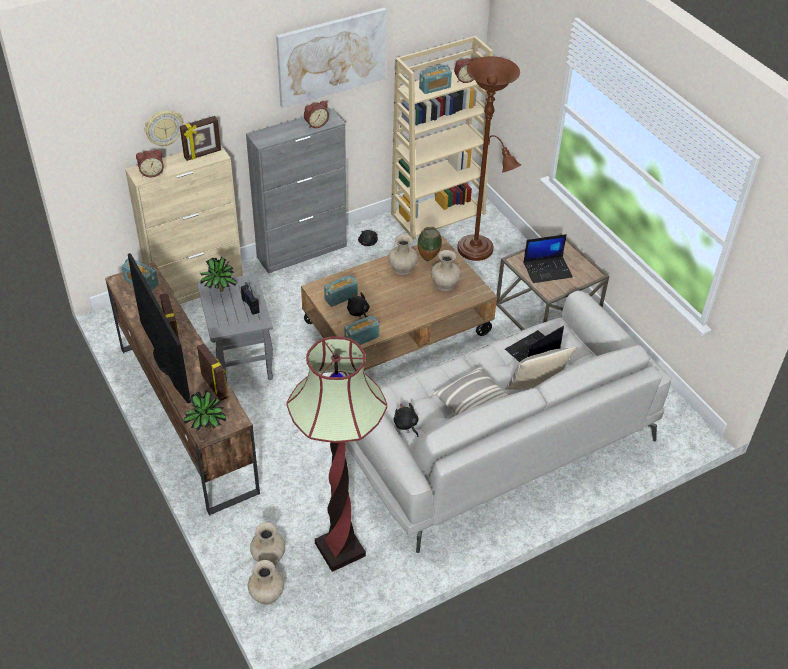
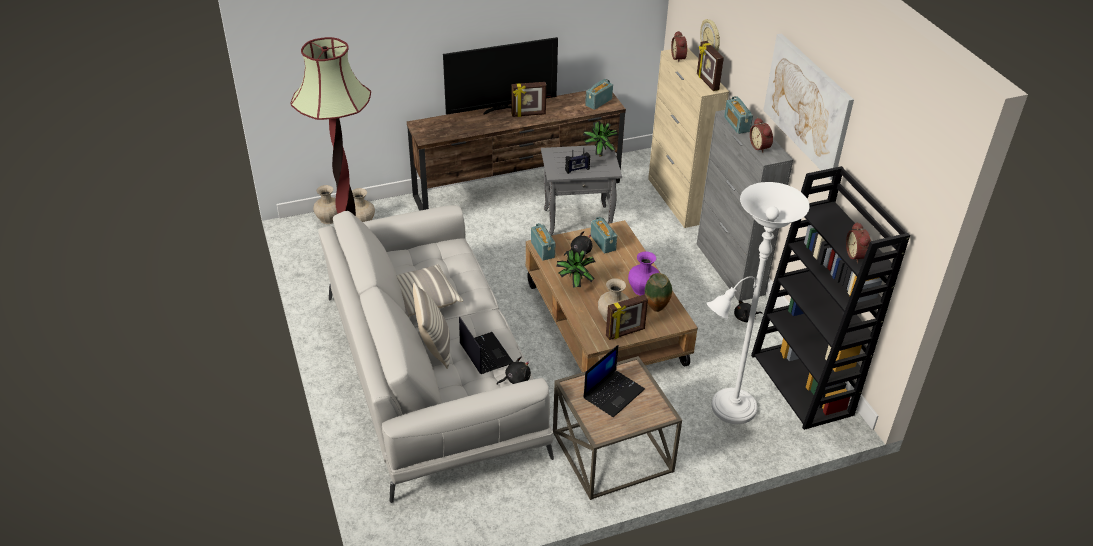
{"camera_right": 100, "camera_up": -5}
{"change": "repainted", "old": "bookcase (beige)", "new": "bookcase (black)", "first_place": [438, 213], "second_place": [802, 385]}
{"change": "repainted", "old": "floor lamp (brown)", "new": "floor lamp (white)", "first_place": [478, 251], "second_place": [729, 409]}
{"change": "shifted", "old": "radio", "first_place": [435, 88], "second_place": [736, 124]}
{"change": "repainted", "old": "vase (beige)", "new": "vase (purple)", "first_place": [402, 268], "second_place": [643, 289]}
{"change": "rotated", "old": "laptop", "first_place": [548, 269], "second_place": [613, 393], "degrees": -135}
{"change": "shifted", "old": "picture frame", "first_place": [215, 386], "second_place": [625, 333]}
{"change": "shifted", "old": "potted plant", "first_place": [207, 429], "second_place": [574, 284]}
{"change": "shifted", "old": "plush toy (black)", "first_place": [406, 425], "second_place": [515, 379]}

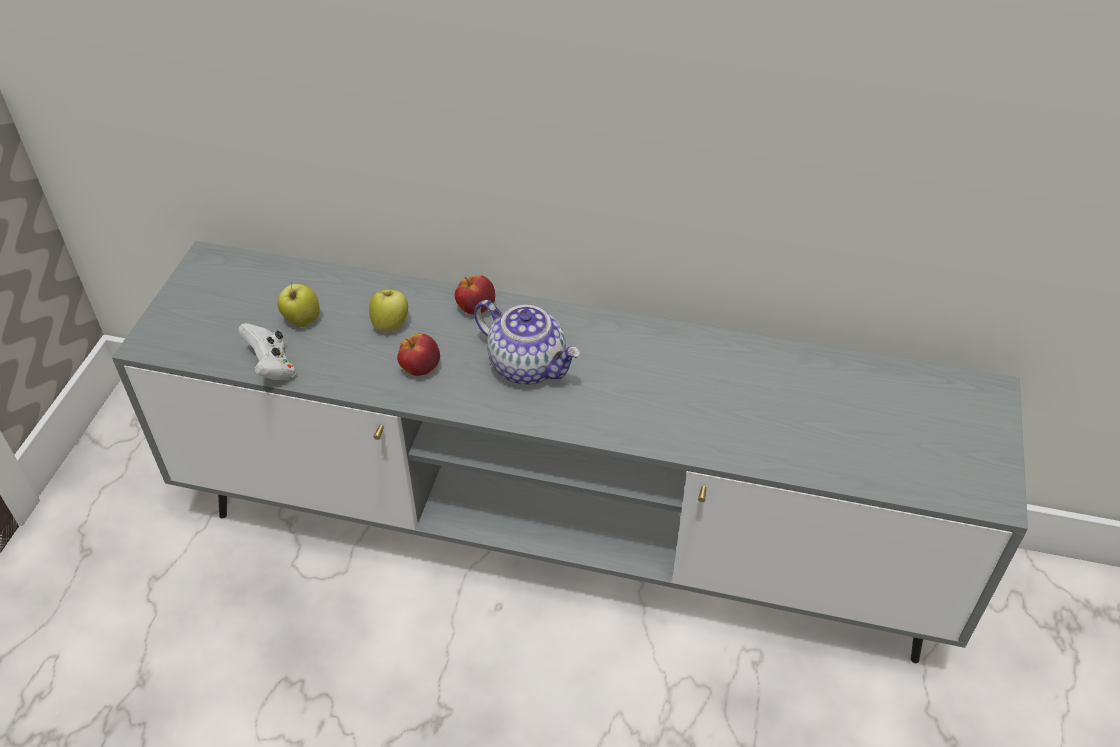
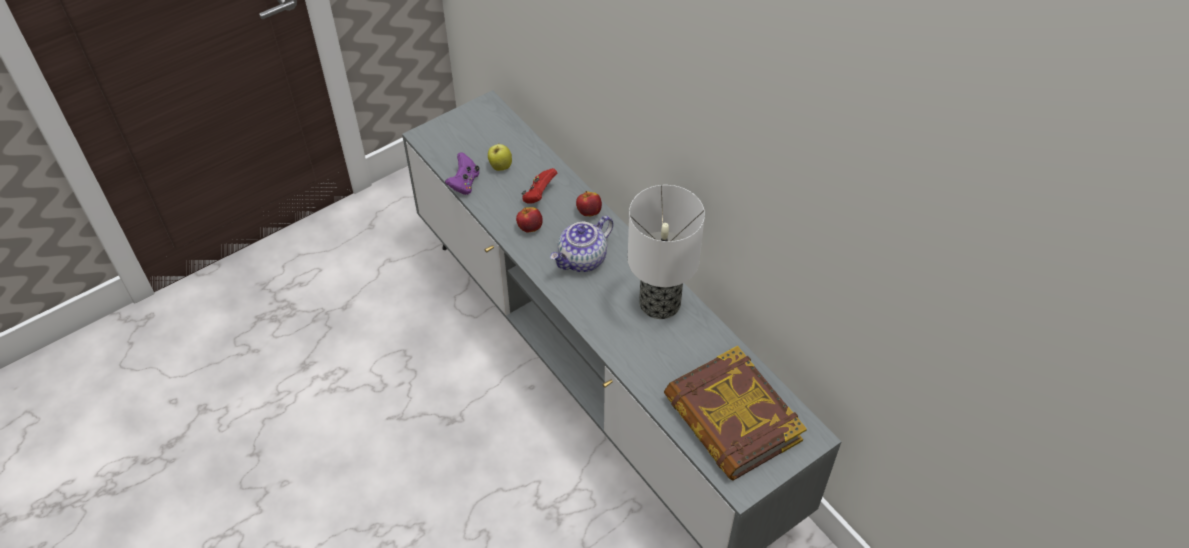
{"camera_right": 40, "camera_up": 5}
{"change": "swapped", "old": "apple", "new": "game controller (red)", "first_place": [391, 325], "second_place": [539, 195]}
{"change": "rotated", "old": "teapot", "first_place": [528, 365], "second_place": [582, 259], "degrees": 60}
{"change": "repainted", "old": "game controller (white)", "new": "game controller (purple)", "first_place": [272, 367], "second_place": [464, 183]}
{"change": "new", "new": "table lamp", "second_place": [659, 304]}
{"change": "new", "new": "book", "second_place": [731, 419]}

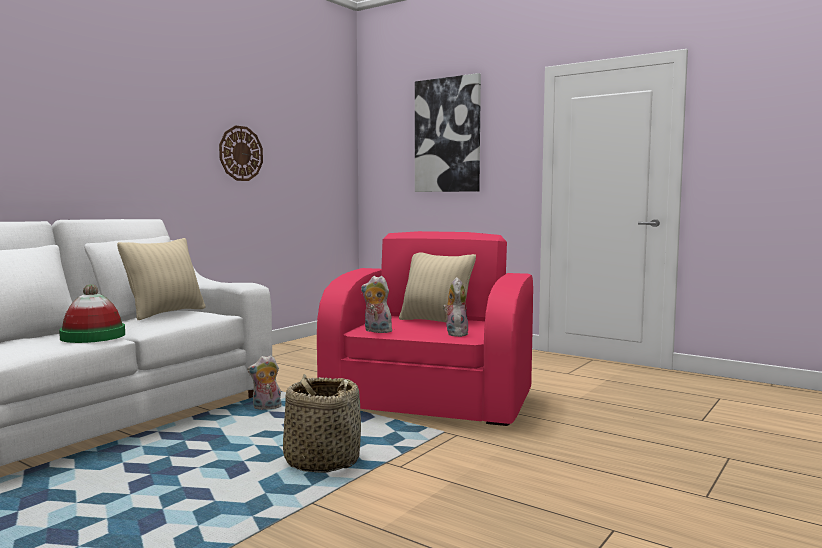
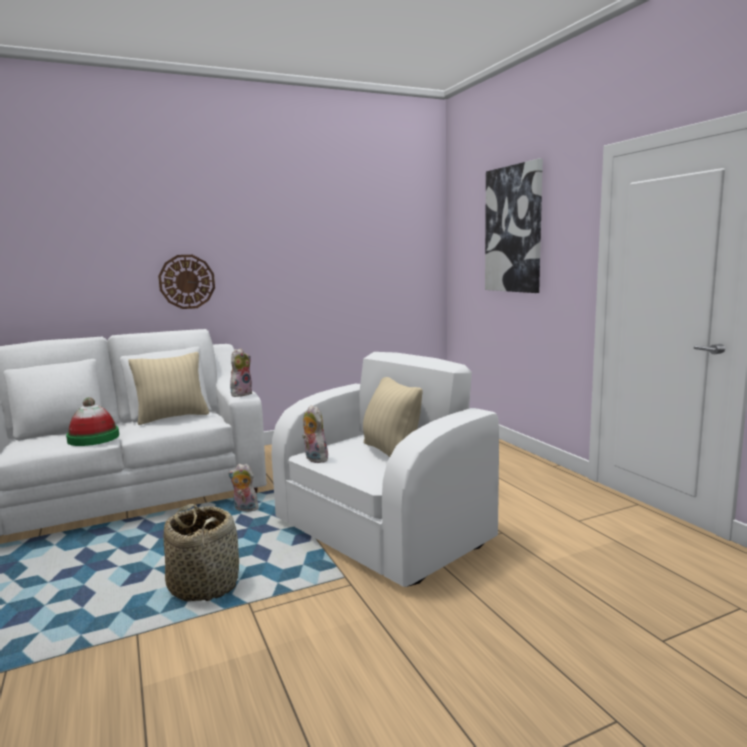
{"camera_right": 30, "camera_up": 5}
{"change": "shifted", "old": "wall clock", "first_place": [241, 153], "second_place": [187, 281]}
{"change": "repainted", "old": "armchair (pink)", "new": "armchair (white)", "first_place": [430, 401], "second_place": [383, 531]}
{"change": "shifted", "old": "plush toy", "first_place": [455, 333], "second_place": [241, 394]}

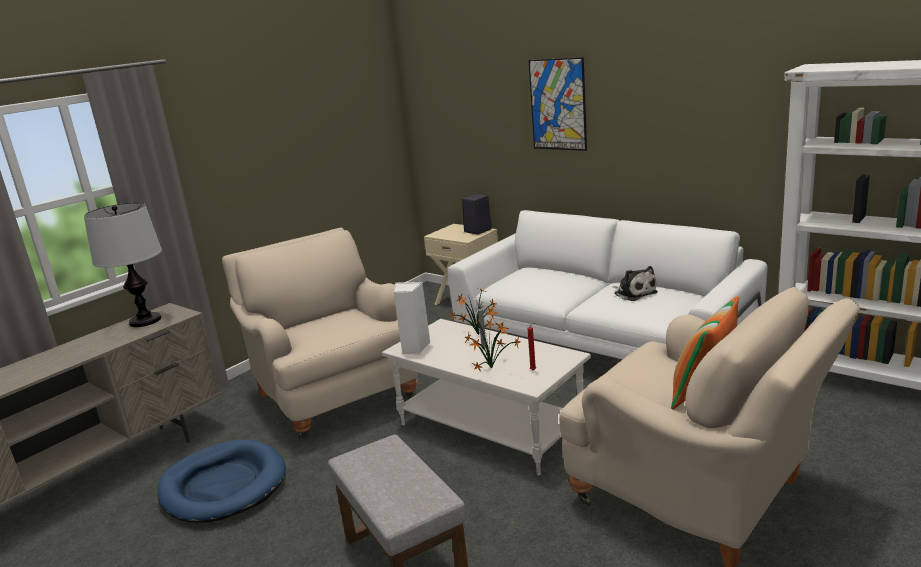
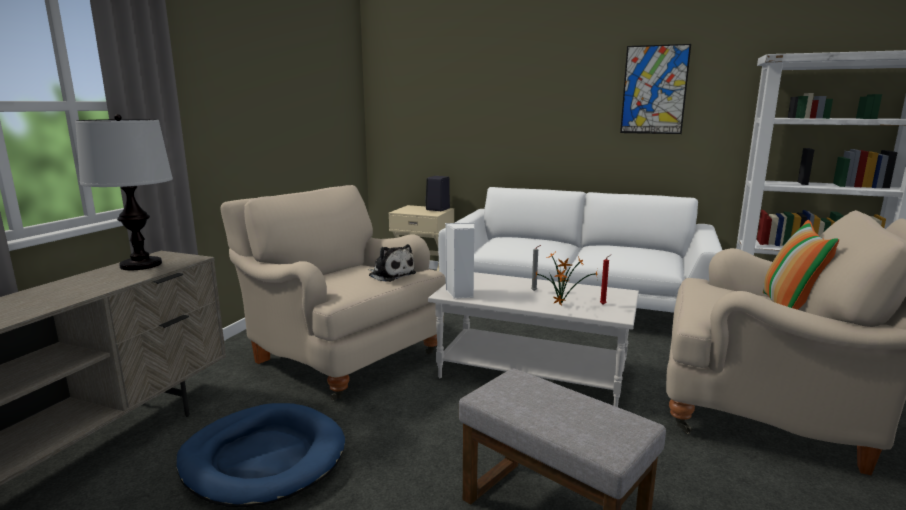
{"camera_right": -20, "camera_up": -5}
{"change": "shifted", "old": "picture", "first_place": [558, 104], "second_place": [654, 90]}
{"change": "shifted", "old": "plush toy", "first_place": [634, 293], "second_place": [390, 274]}
{"change": "gone", "old": "potted plant", "first_place": [478, 335]}

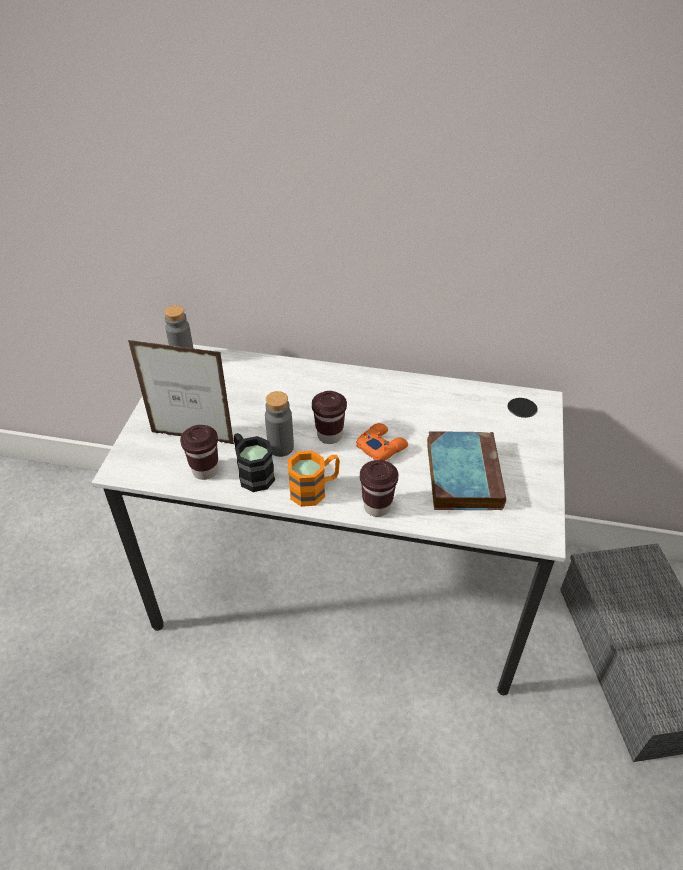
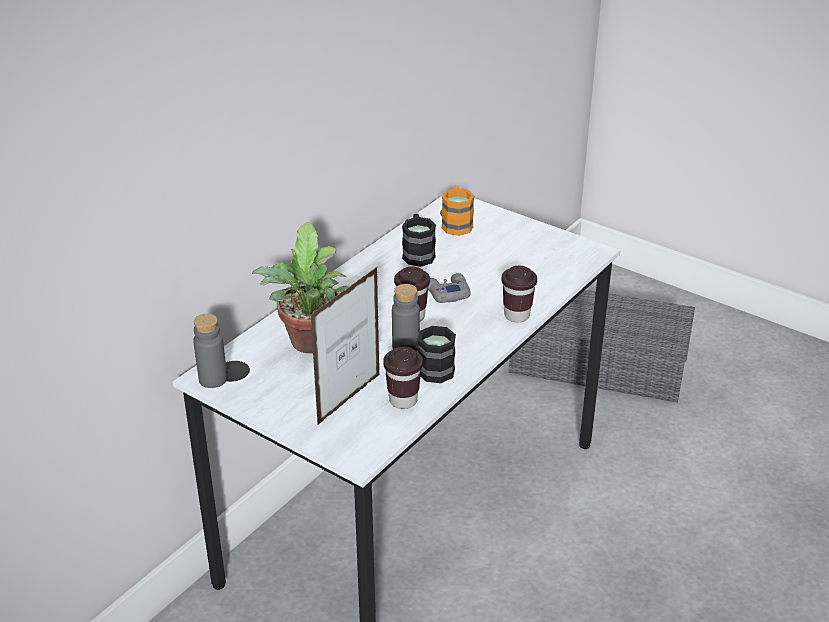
{"camera_right": -65, "camera_up": -10}
{"change": "repainted", "old": "game controller (orange)", "new": "game controller (grey)", "first_place": [381, 446], "second_place": [447, 293]}
{"change": "gone", "old": "book", "first_place": [462, 474]}
{"change": "shifted", "old": "mug (orange)", "first_place": [315, 489], "second_place": [456, 223]}
{"change": "new", "new": "mug (black)", "second_place": [418, 253]}
{"change": "new", "new": "potted plant", "second_place": [310, 345]}

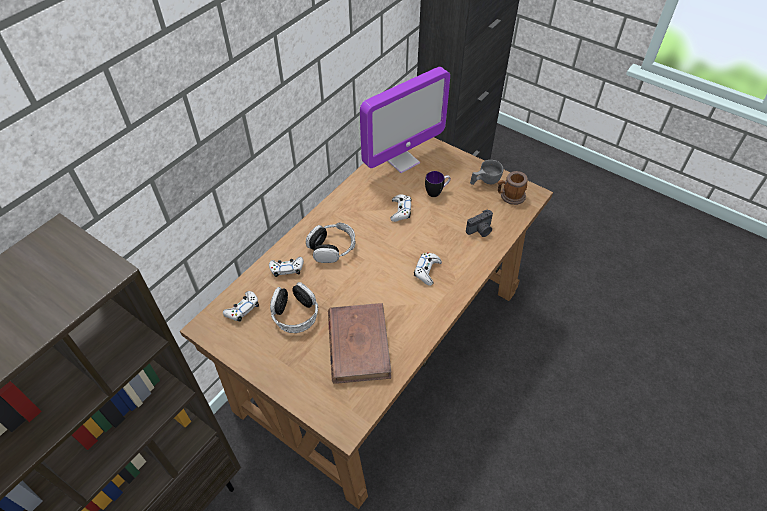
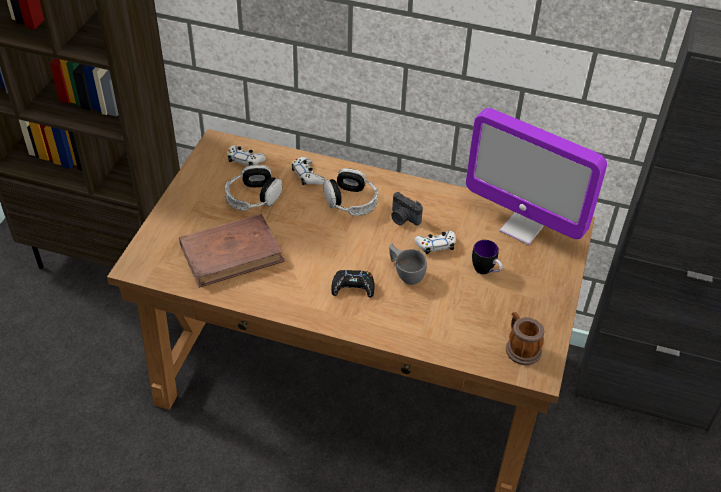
{"camera_right": 70, "camera_up": -5}
{"change": "shifted", "old": "cup (grey)", "first_place": [484, 181], "second_place": [405, 273]}
{"change": "shifted", "old": "photo camera", "first_place": [480, 230], "second_place": [403, 218]}
{"change": "repainted", "old": "game controller (white)", "new": "game controller (black)", "first_place": [427, 271], "second_place": [353, 288]}

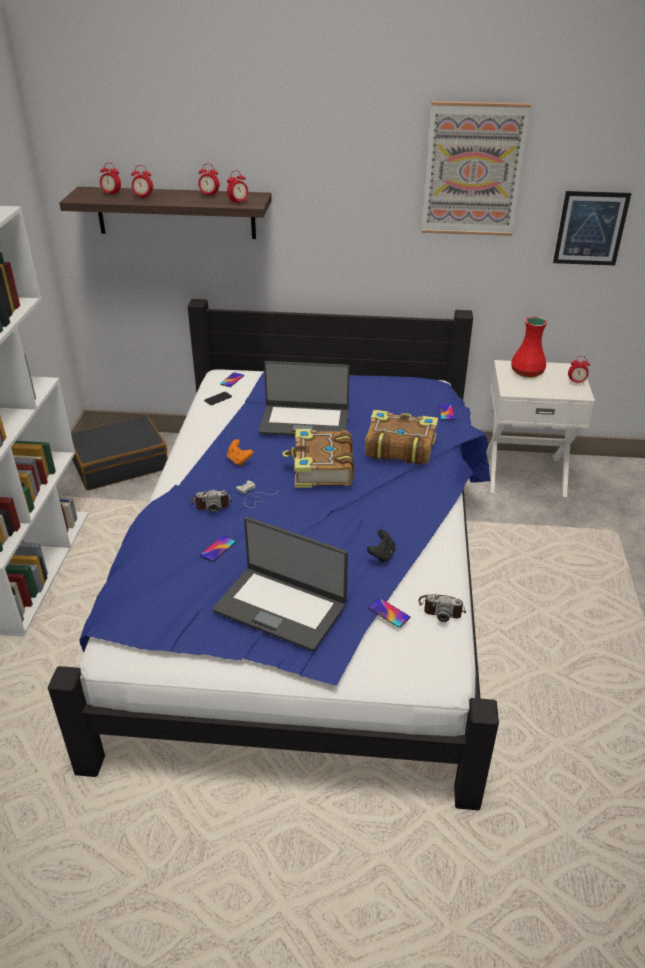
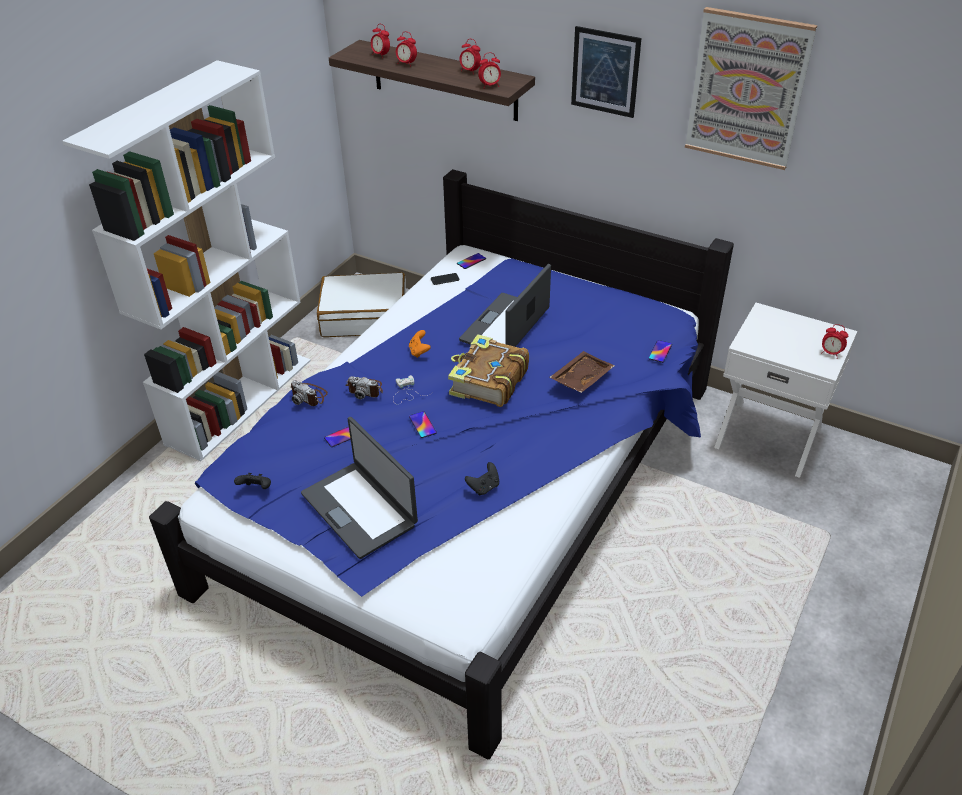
{"camera_right": 25, "camera_up": 5}
{"change": "shifted", "old": "picture", "first_place": [590, 228], "second_place": [605, 72]}
{"change": "gone", "old": "vase (red)", "first_place": [526, 372]}
{"change": "rotated", "old": "laptop", "first_place": [304, 421], "second_place": [506, 325], "degrees": 90}
{"change": "swapped", "old": "book", "new": "tray (brown)", "first_place": [399, 447], "second_place": [580, 378]}
{"change": "repainted", "old": "suitcase (black)", "new": "suitcase (white)", "first_place": [120, 463], "second_place": [364, 316]}
{"change": "shifted", "old": "photo camera", "first_place": [441, 608], "second_place": [309, 396]}
{"change": "shifted", "old": "phone", "first_place": [389, 613], "second_place": [422, 425]}
{"change": "new", "new": "game controller (black)", "second_place": [256, 489]}

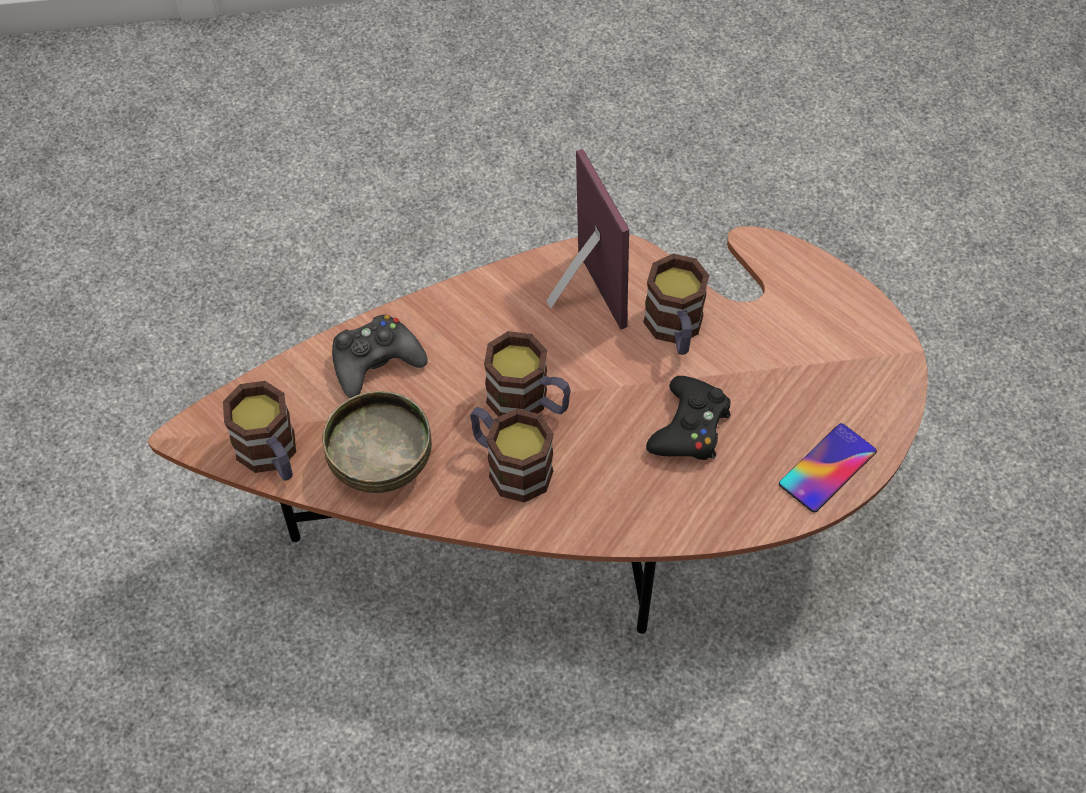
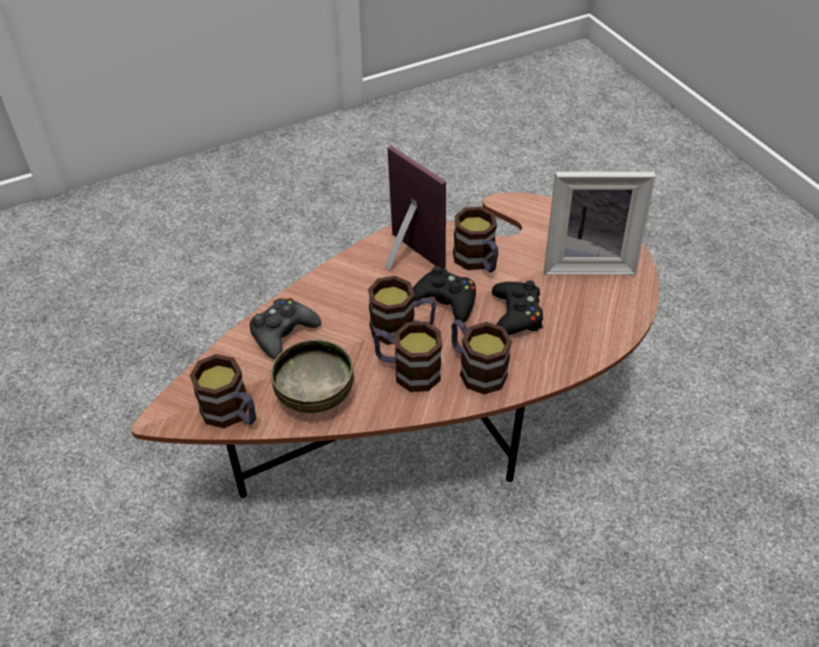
{"camera_right": -20, "camera_up": -10}
{"change": "gone", "old": "phone", "first_place": [827, 468]}
{"change": "new", "new": "picture frame", "second_place": [587, 261]}
{"change": "new", "new": "game controller (black)", "second_place": [445, 301]}
{"change": "new", "new": "mug", "second_place": [475, 369]}

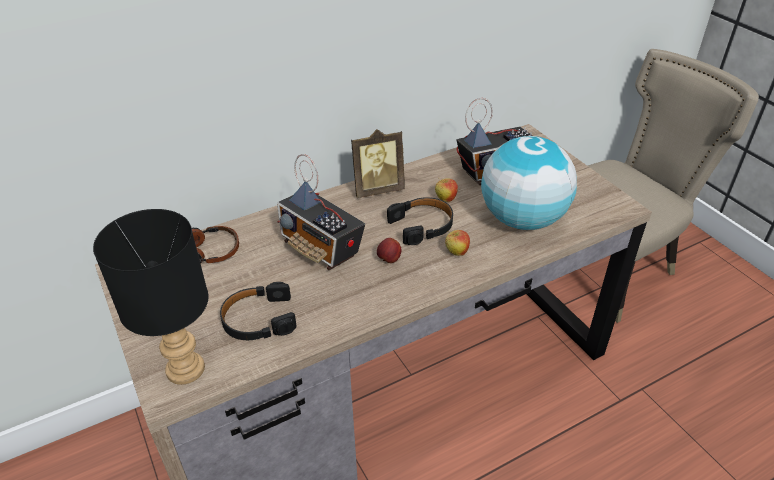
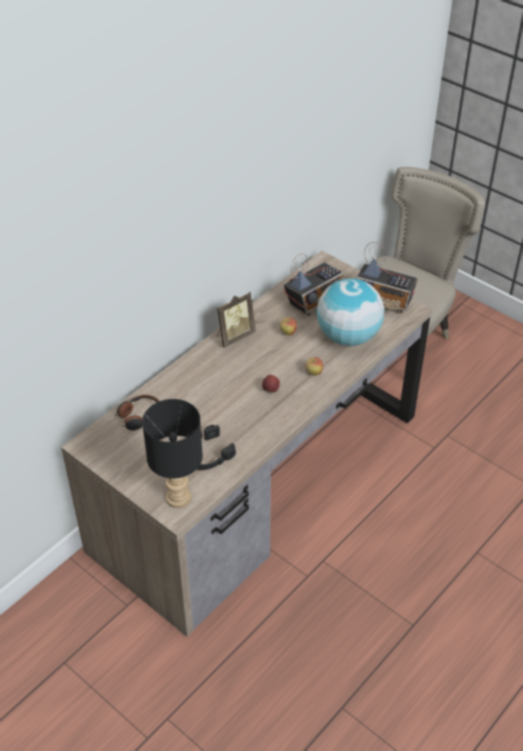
{"camera_right": -20, "camera_up": 5}
{"change": "shifted", "old": "radio", "first_place": [321, 248], "second_place": [384, 301]}
{"change": "gone", "old": "headphones (black)", "first_place": [422, 225]}

